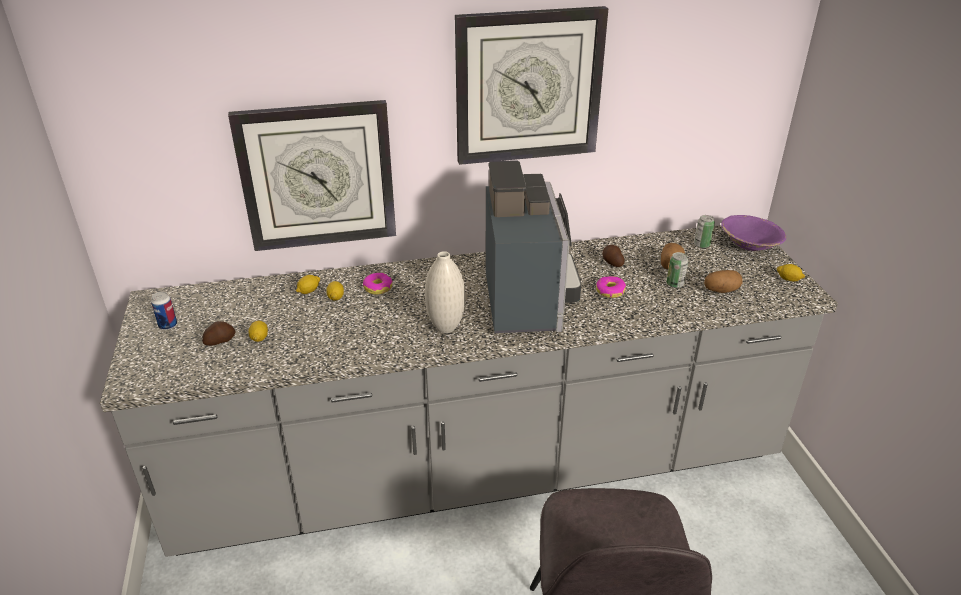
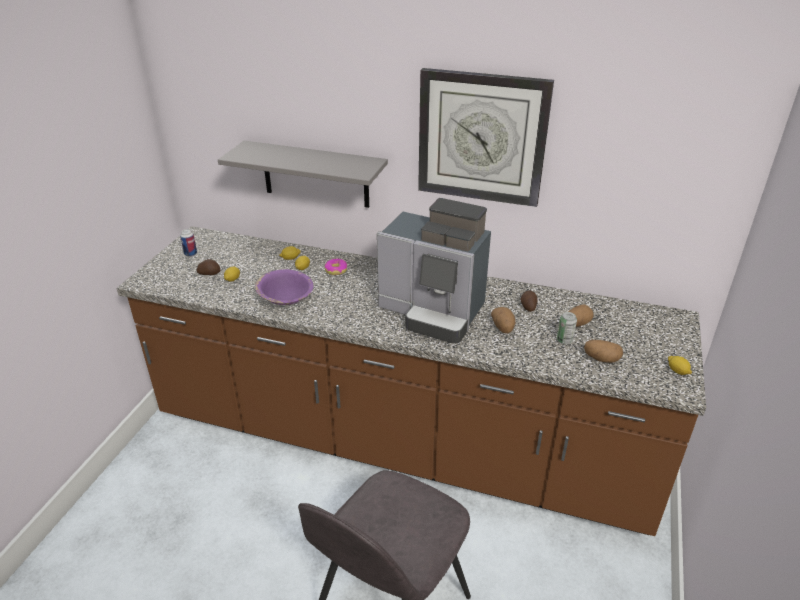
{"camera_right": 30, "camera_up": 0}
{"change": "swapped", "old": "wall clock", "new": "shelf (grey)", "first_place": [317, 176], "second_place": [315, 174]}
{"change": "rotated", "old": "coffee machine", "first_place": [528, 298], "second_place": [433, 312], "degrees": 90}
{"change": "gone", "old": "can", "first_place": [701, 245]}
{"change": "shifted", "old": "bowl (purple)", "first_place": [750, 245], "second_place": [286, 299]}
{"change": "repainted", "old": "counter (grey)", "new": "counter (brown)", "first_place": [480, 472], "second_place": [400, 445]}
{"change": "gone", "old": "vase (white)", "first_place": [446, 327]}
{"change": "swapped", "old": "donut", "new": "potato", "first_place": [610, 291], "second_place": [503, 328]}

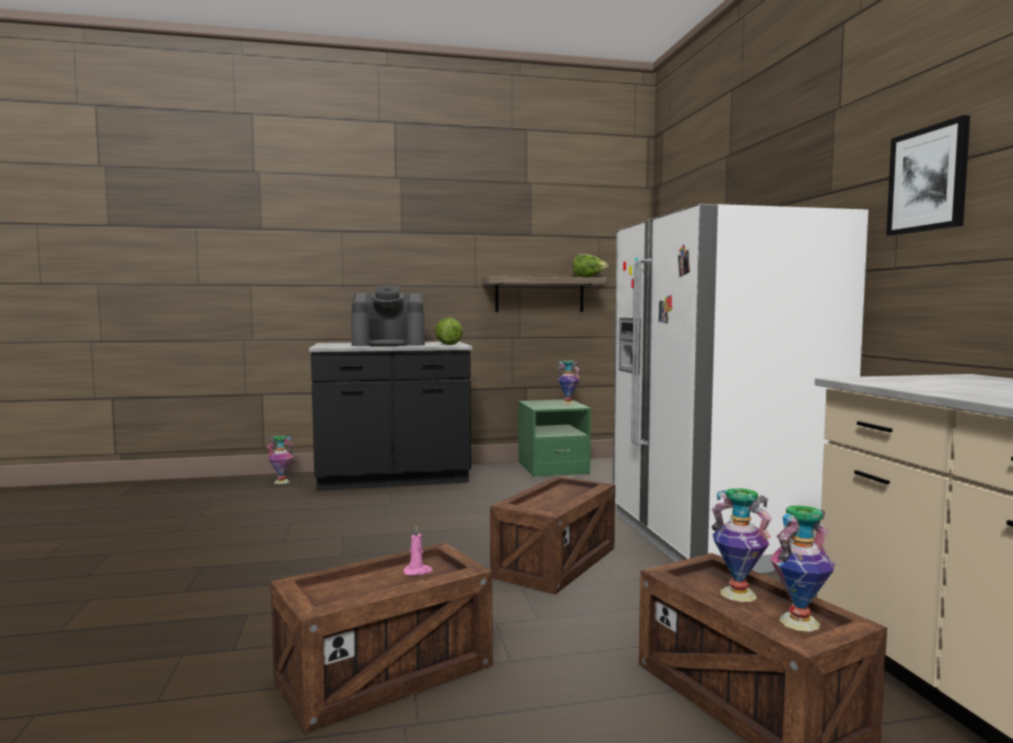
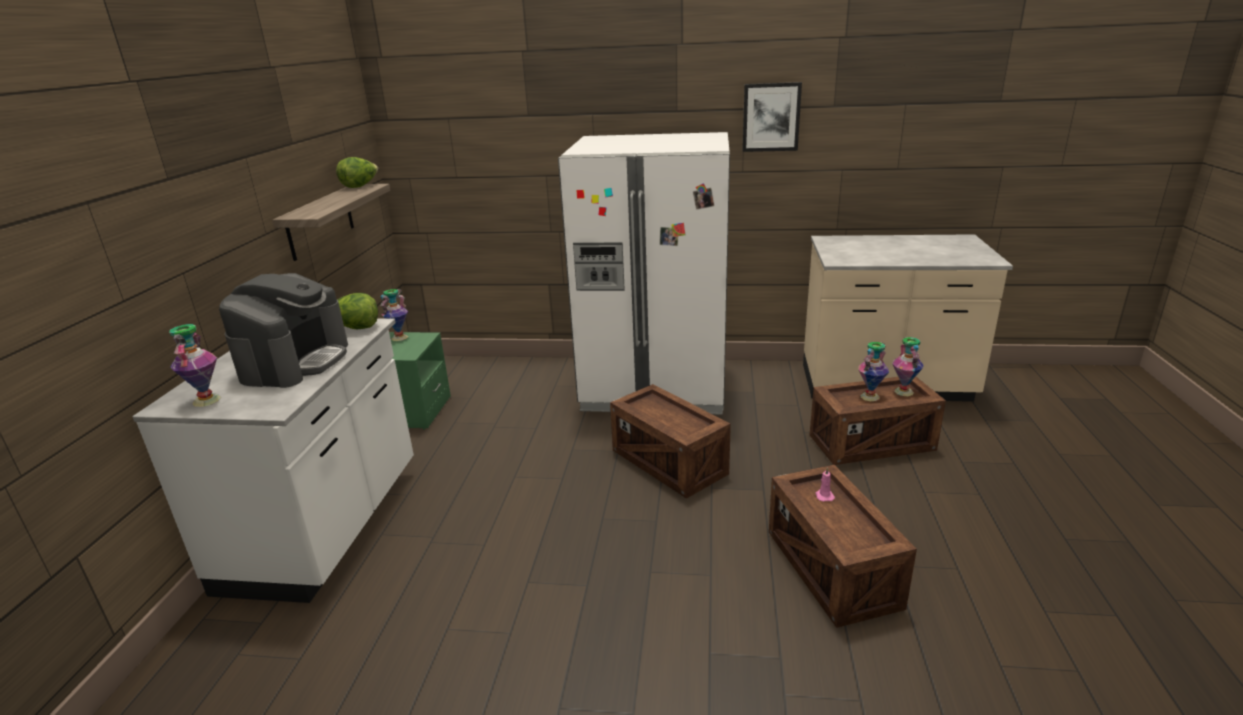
{"camera_right": -70, "camera_up": 20}
{"change": "repainted", "old": "counter (black)", "new": "counter (white)", "first_place": [393, 479], "second_place": [327, 527]}
{"change": "shifted", "old": "vase", "first_place": [281, 482], "second_place": [206, 400]}

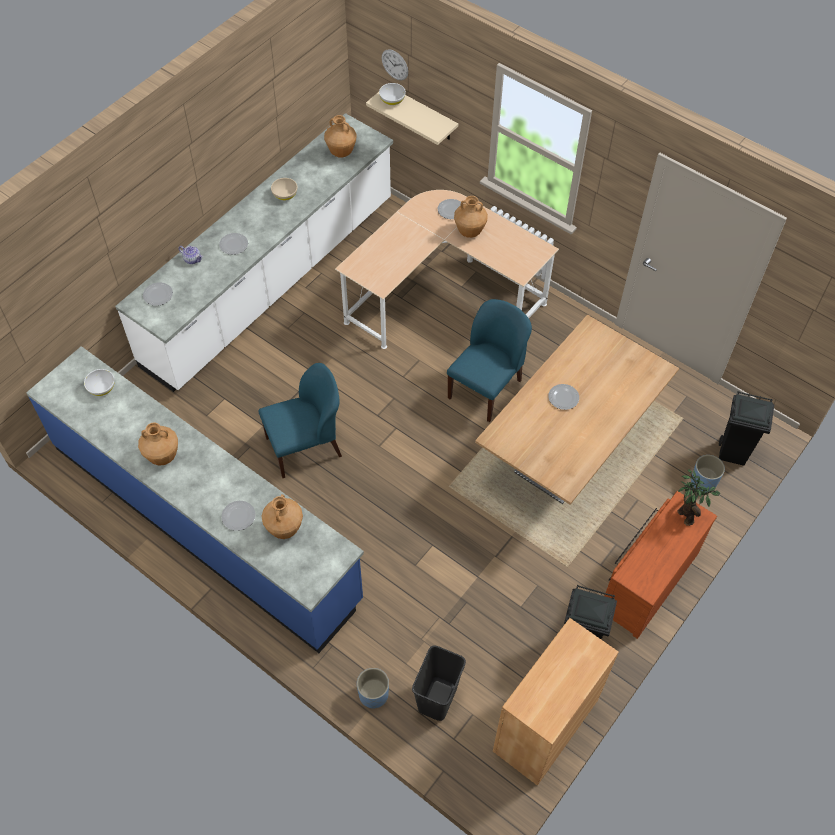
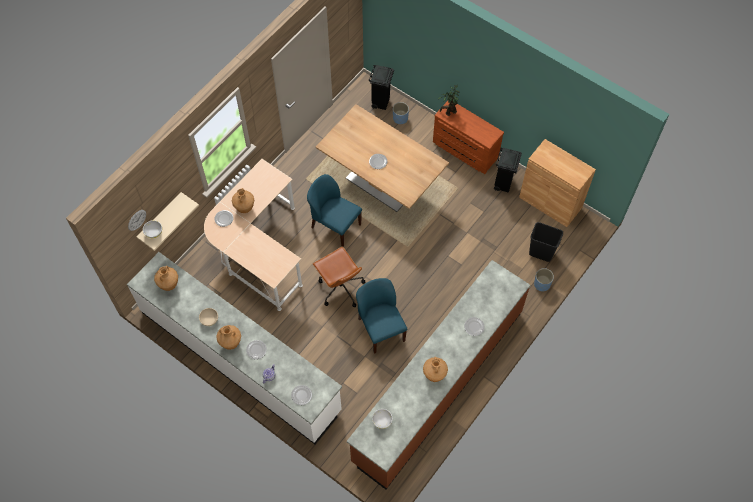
{"camera_right": -90, "camera_up": 5}
{"change": "repainted", "old": "counter (blue)", "new": "counter (brown)", "first_place": [205, 521], "second_place": [438, 385]}
{"change": "shifted", "old": "vase (brown)", "first_place": [284, 528], "second_place": [230, 343]}
{"change": "new", "new": "office chair (brown)", "second_place": [340, 288]}

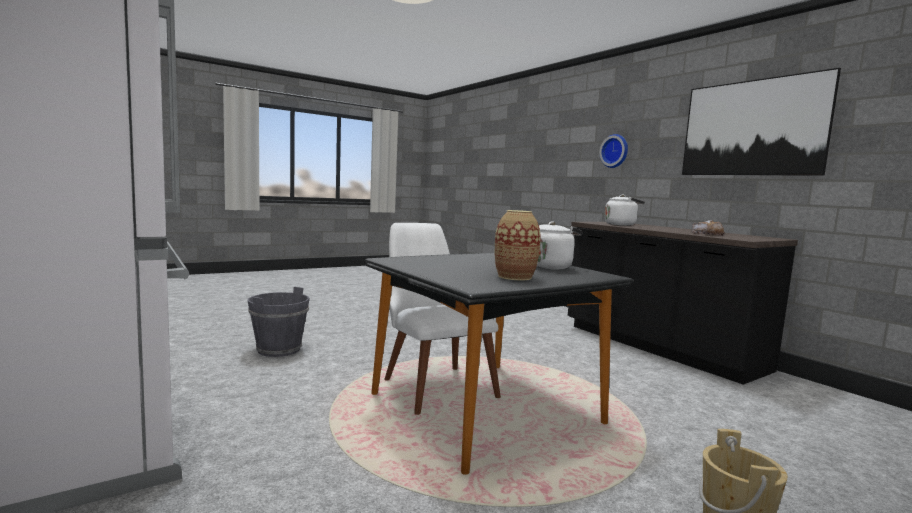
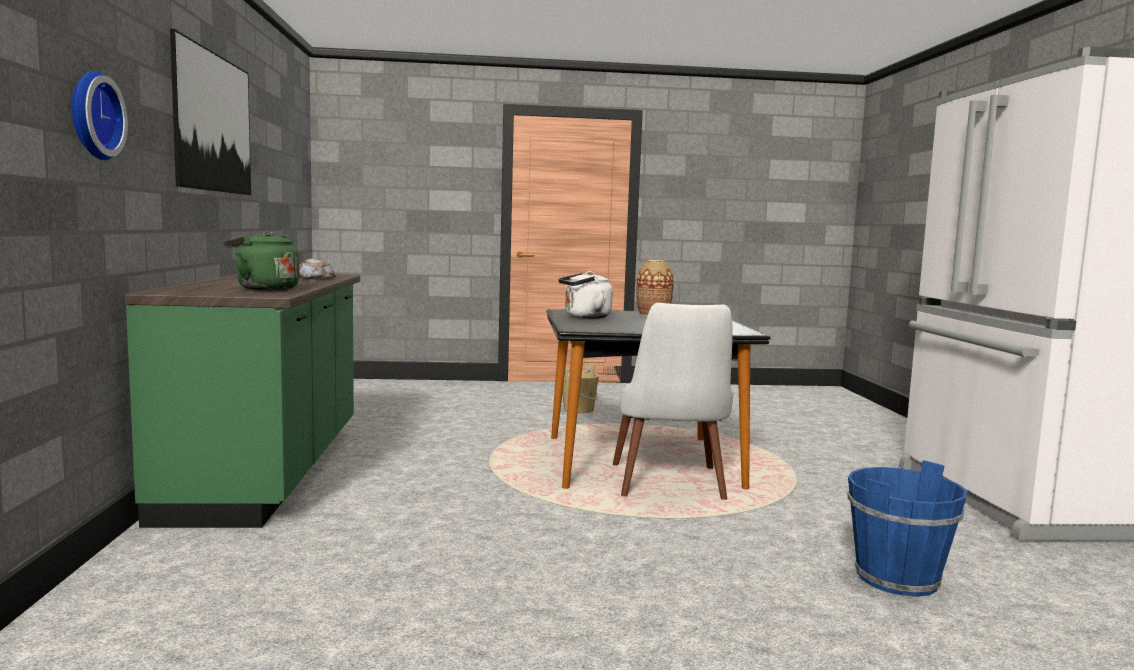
{"camera_right": -150, "camera_up": 0}
{"change": "repainted", "old": "kettle (white)", "new": "kettle (green)", "first_place": [621, 225], "second_place": [264, 288]}
{"change": "repainted", "old": "counter (black)", "new": "counter (green)", "first_place": [658, 347], "second_place": [270, 471]}
{"change": "repainted", "old": "bucket (grey)", "new": "bucket (blue)", "first_place": [278, 349], "second_place": [897, 579]}

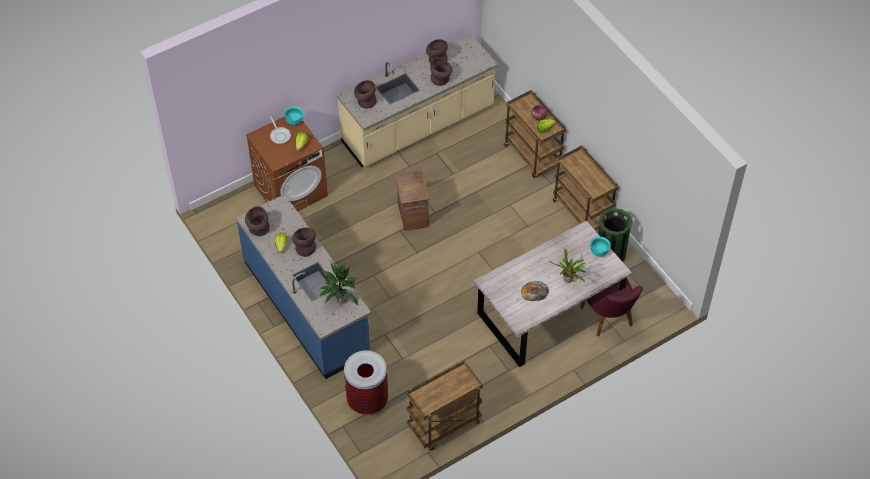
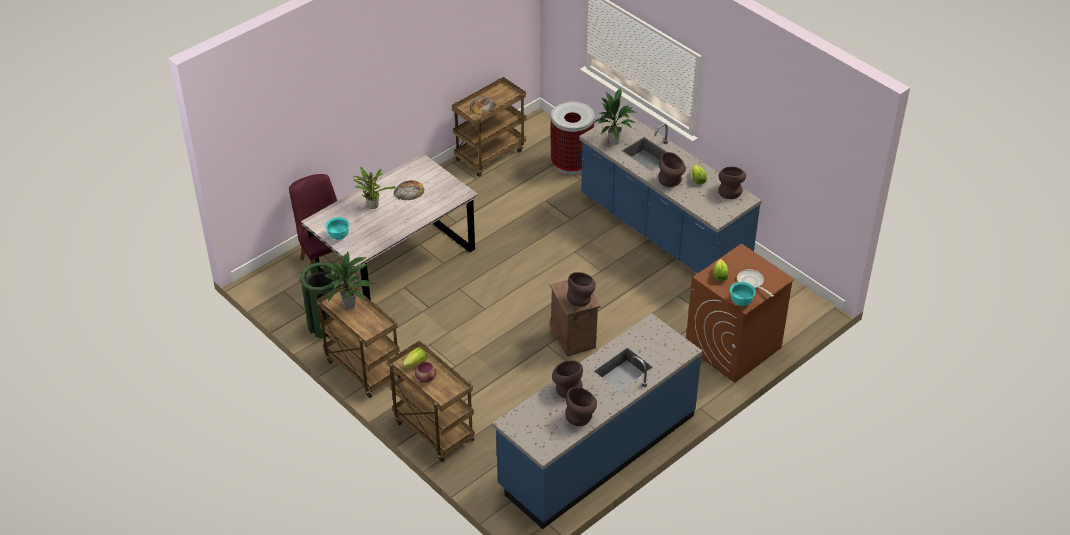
{"camera_right": 170, "camera_up": -10}
{"change": "repainted", "old": "counter (beige)", "new": "counter (blue)", "first_place": [418, 126], "second_place": [597, 450]}
{"change": "shifted", "old": "vase (brown)", "first_place": [365, 101], "second_place": [581, 298]}
{"change": "new", "new": "bread", "second_place": [482, 106]}
{"change": "new", "new": "potted plant", "second_place": [349, 305]}

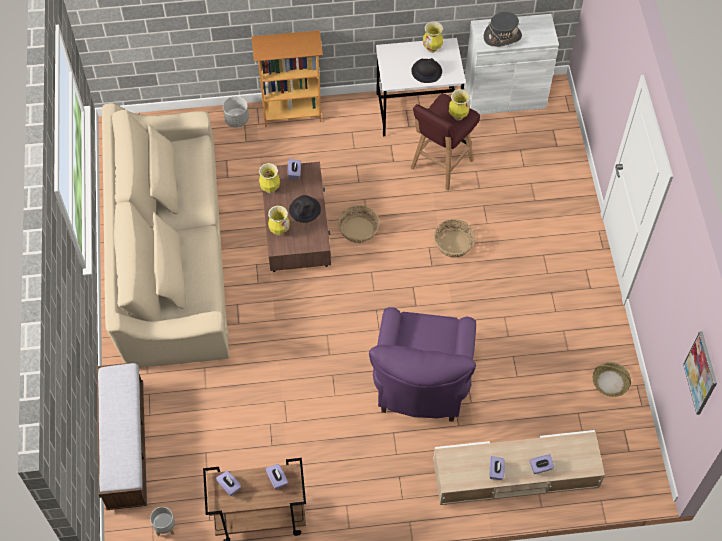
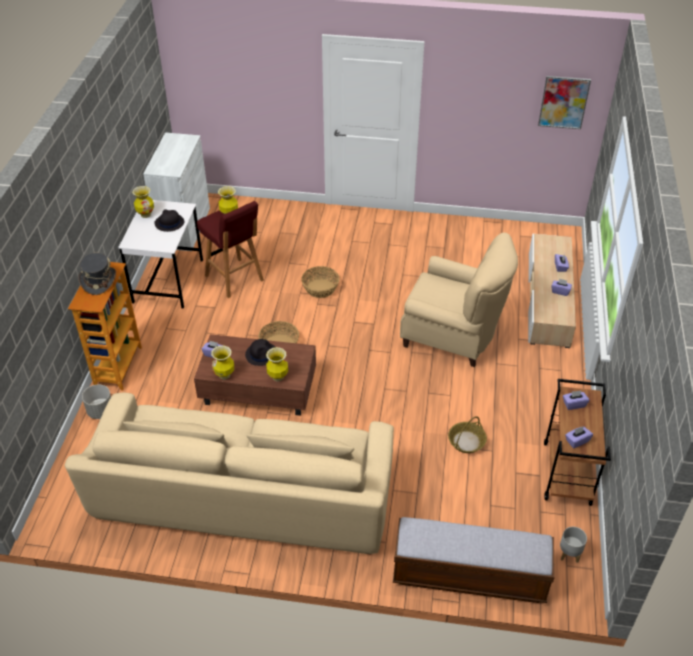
{"camera_right": -75, "camera_up": -15}
{"change": "shifted", "old": "hat (grey)", "first_place": [502, 36], "second_place": [98, 281]}
{"change": "repainted", "old": "armchair (purple)", "new": "armchair (beige)", "first_place": [421, 384], "second_place": [453, 336]}
{"change": "shifted", "old": "basket", "first_place": [610, 382], "second_place": [466, 441]}

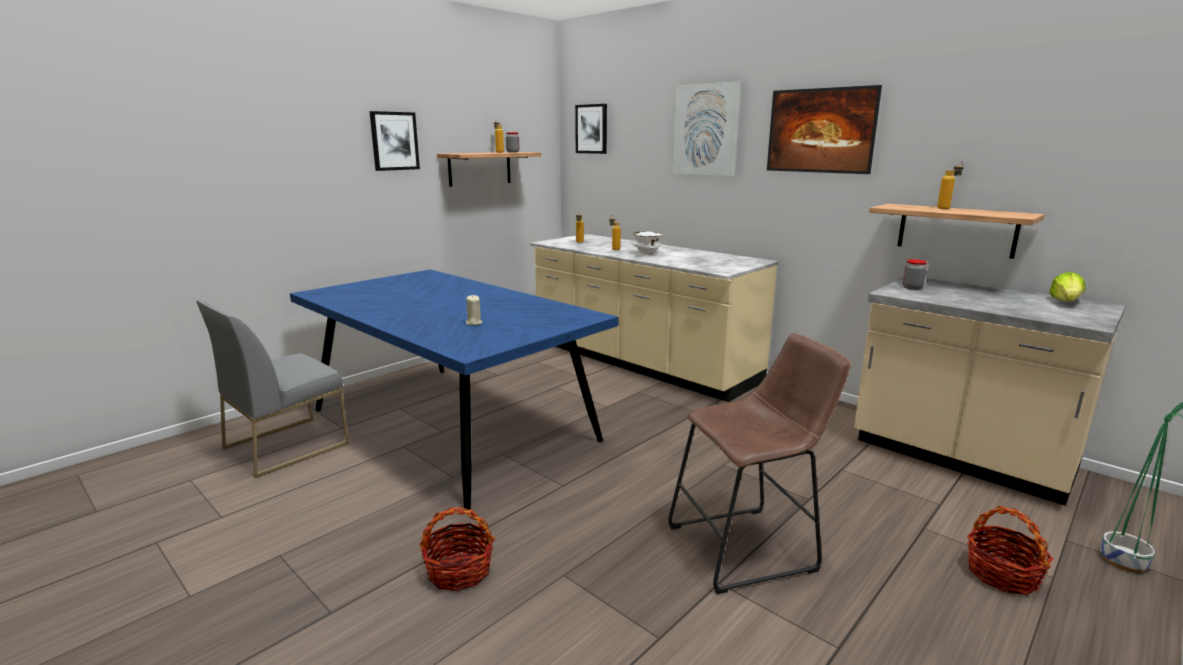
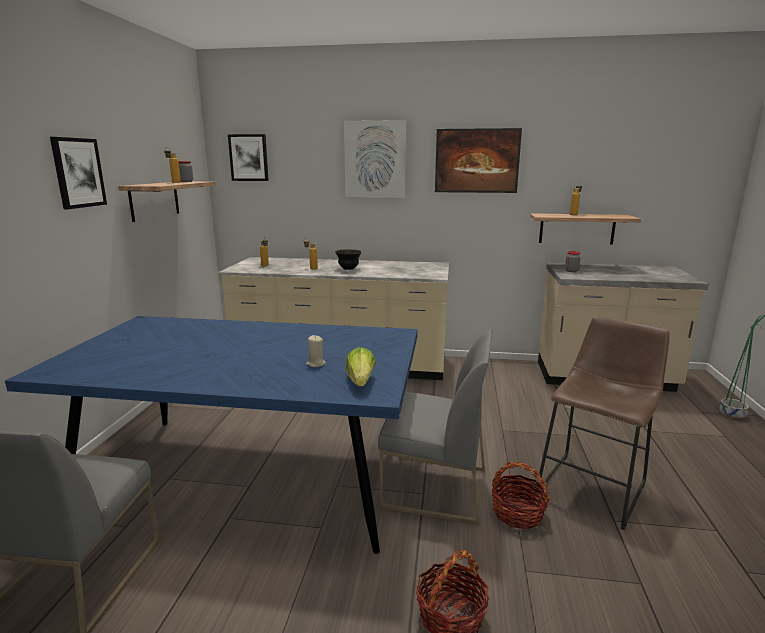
{"camera_right": -35, "camera_up": 0}
{"change": "repainted", "old": "bowl (white)", "new": "bowl (black)", "first_place": [647, 254], "second_place": [348, 269]}
{"change": "shifted", "old": "lettuce", "first_place": [1065, 303], "second_place": [360, 381]}
{"change": "shifted", "old": "basket", "first_place": [1002, 574], "second_place": [517, 513]}
{"change": "new", "new": "chair (grey)", "second_place": [434, 488]}

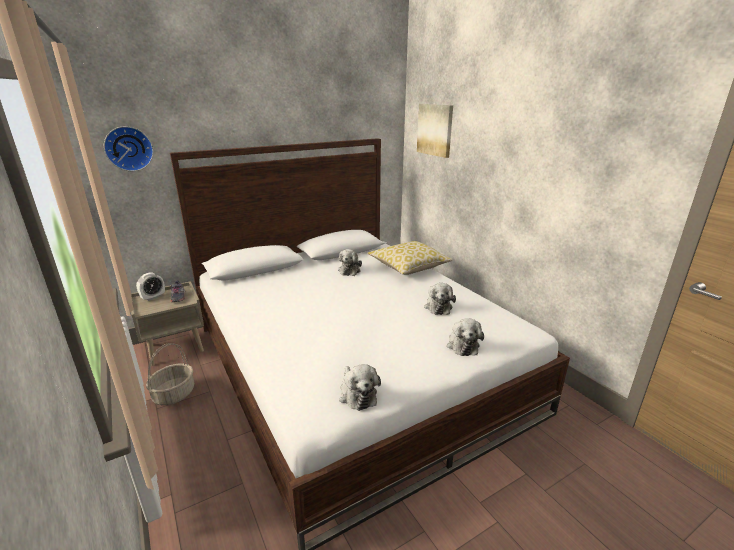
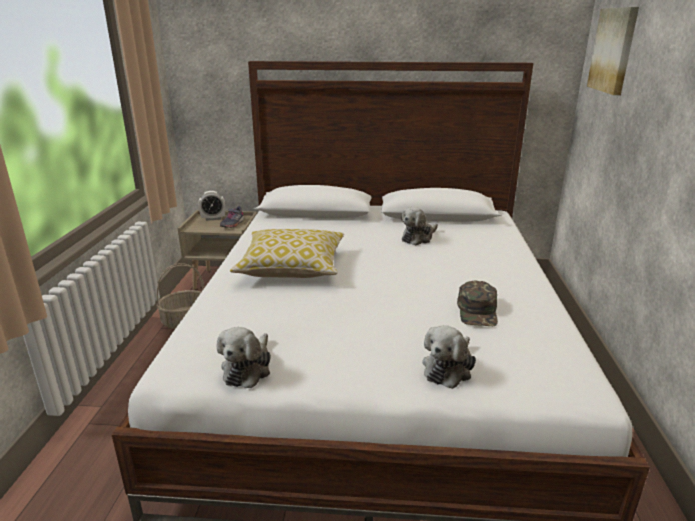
{"camera_right": 35, "camera_up": 0}
{"change": "gone", "old": "wall clock", "first_place": [129, 148]}
{"change": "shifted", "old": "pillow", "first_place": [408, 267], "second_place": [292, 268]}
{"change": "swapped", "old": "plush toy", "new": "cap (green)", "first_place": [438, 306], "second_place": [478, 311]}

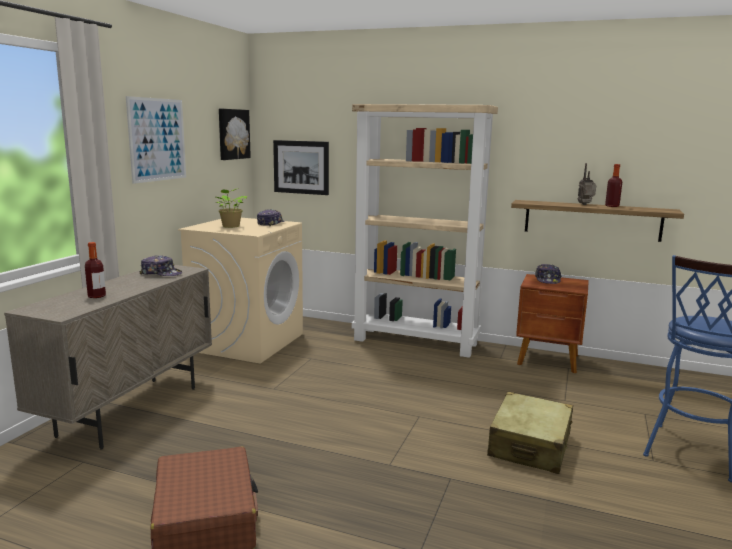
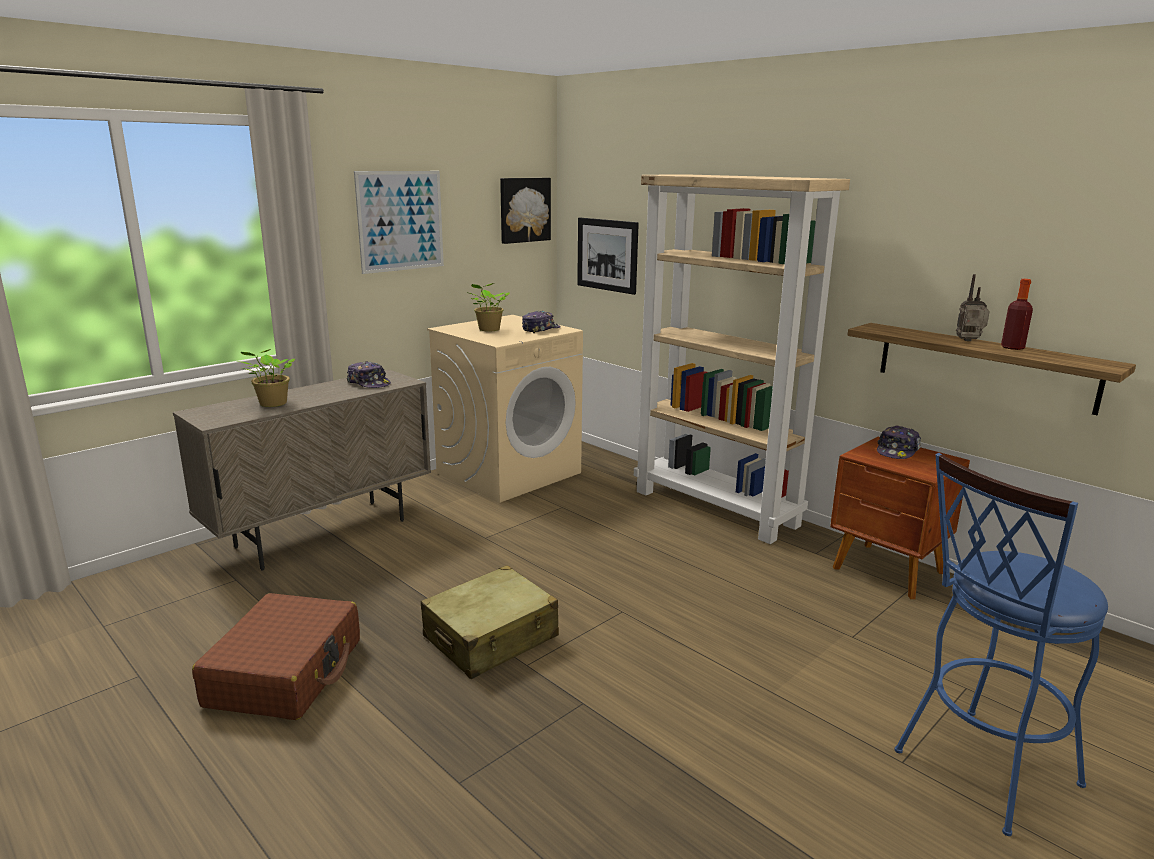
{"camera_right": 25, "camera_up": 5}
{"change": "swapped", "old": "bottle", "new": "potted plant", "first_place": [96, 296], "second_place": [271, 404]}
{"change": "shifted", "old": "suitcase (beige)", "first_place": [530, 445], "second_place": [491, 637]}

